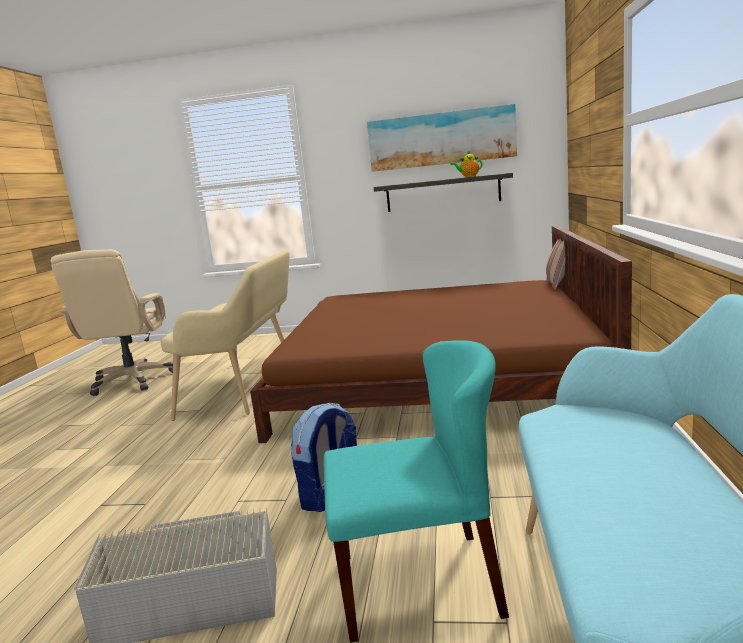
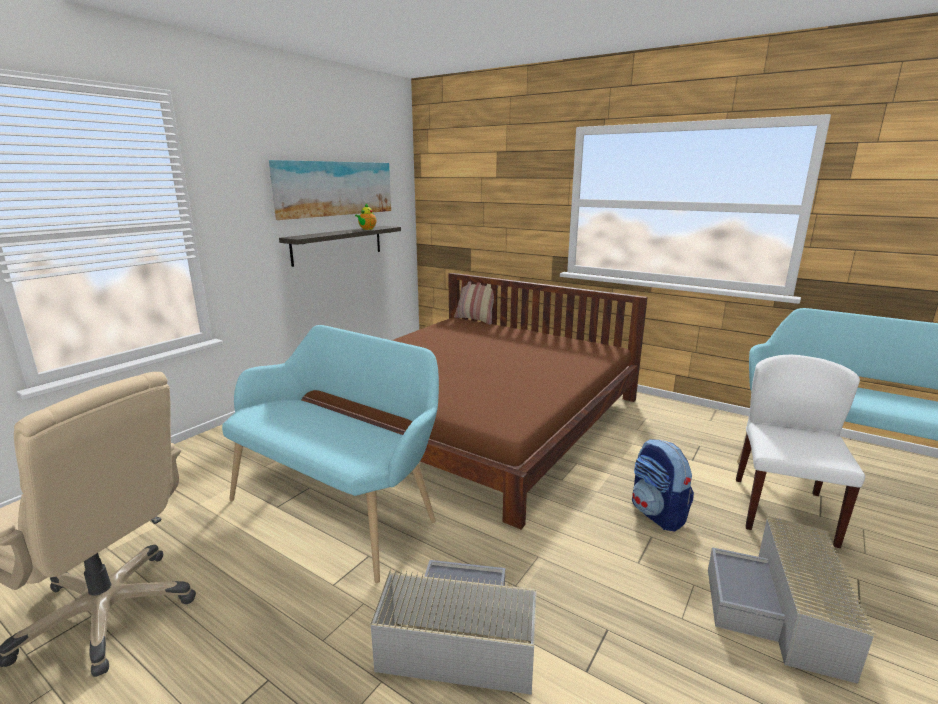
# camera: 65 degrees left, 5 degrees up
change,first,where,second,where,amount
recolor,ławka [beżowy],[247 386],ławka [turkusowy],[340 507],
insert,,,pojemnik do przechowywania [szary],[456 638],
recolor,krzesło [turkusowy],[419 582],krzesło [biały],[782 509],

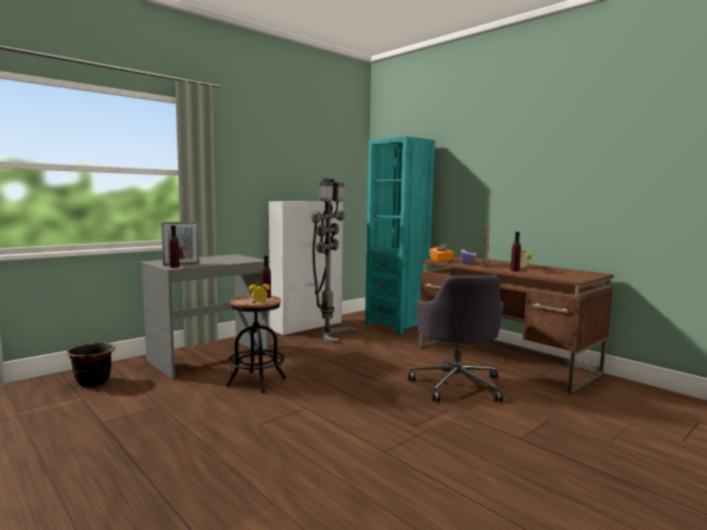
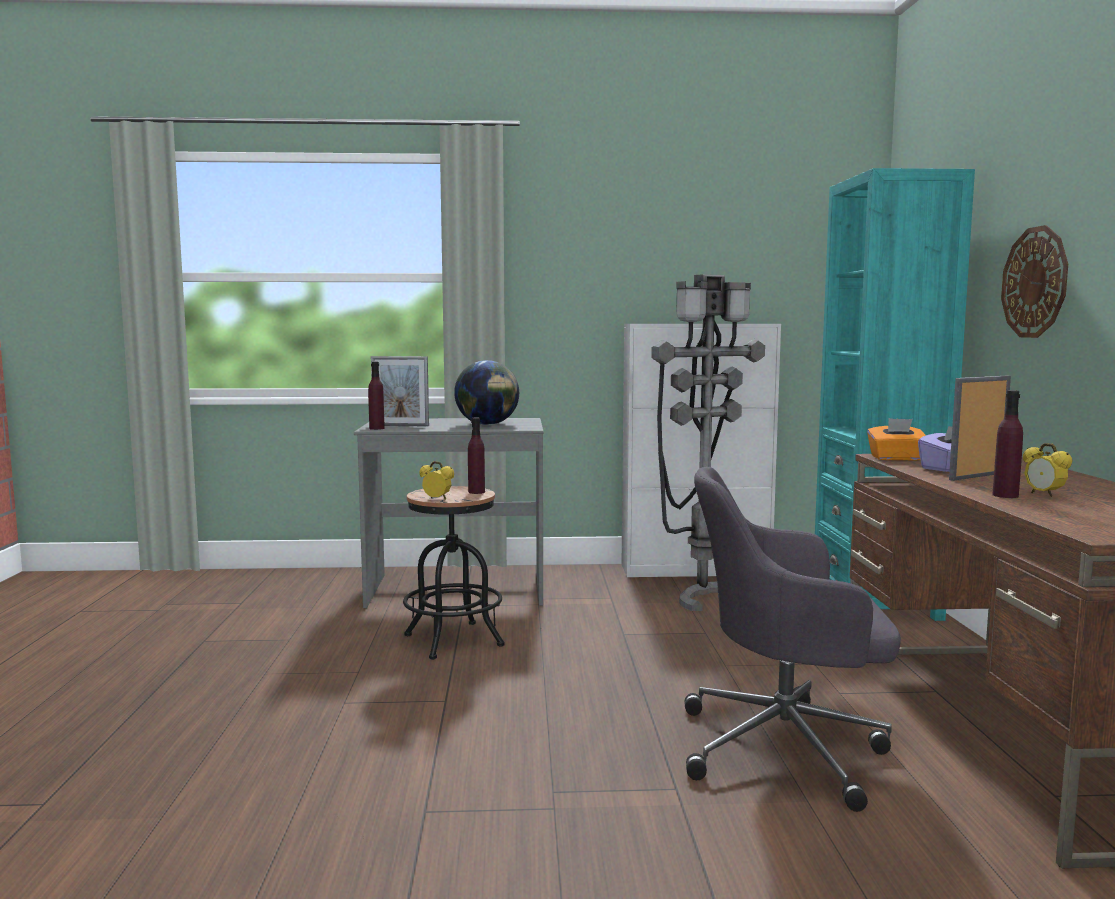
# camera: 40 degrees right, 0 degrees up
change,first,where,second,where,amount
insert,,,globus,[487 424],
rotate,krzesło biurowe [szary],[456 384],,[786 748],60 degrees clockwise
insert,,,zegar ścienny,[1035 282],
delete,donica [czarny],[93 382],,,

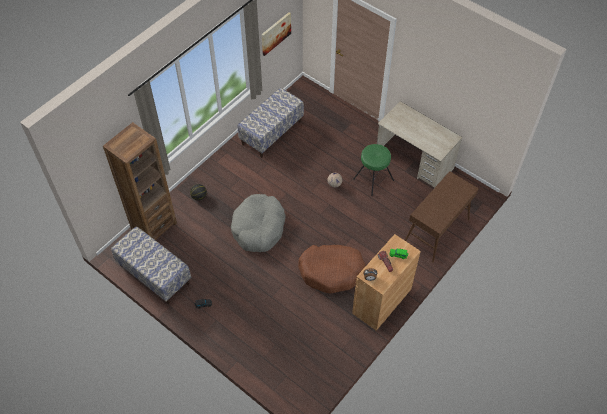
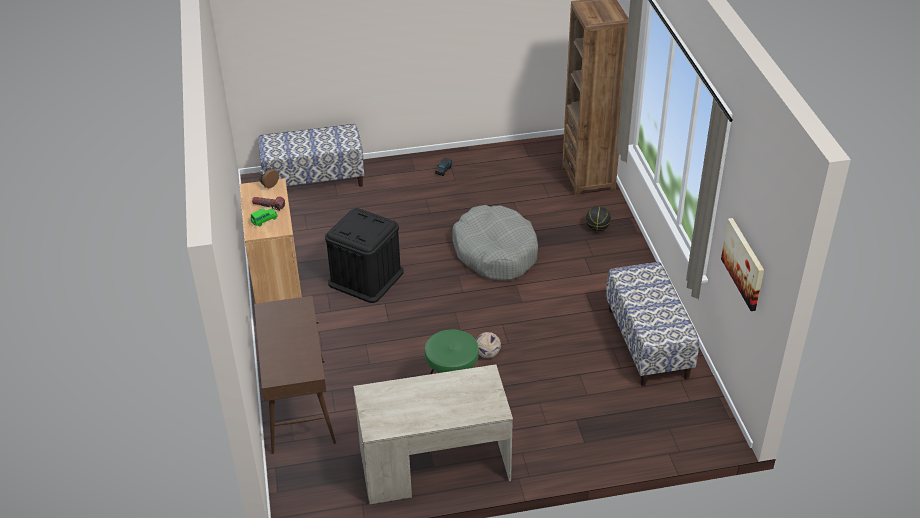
# camera: 130 degrees right, 15 degrees down
change,first,where,second,where,amount
move,ławka,[154 274],,[314 180],
replace,legowisko [brązowy],[331 271],pojemnik do przechowywania [czarny],[366 277],

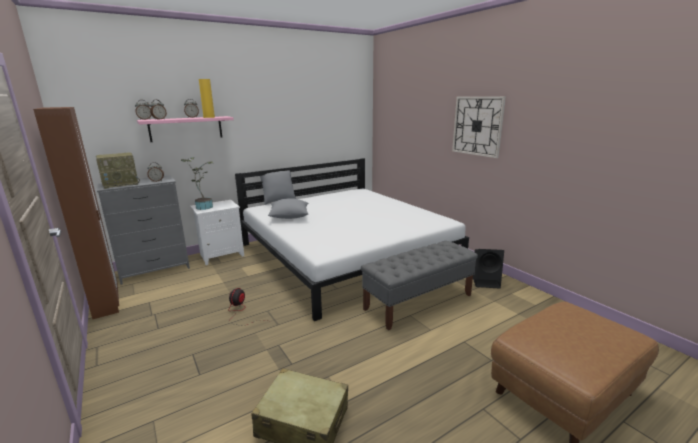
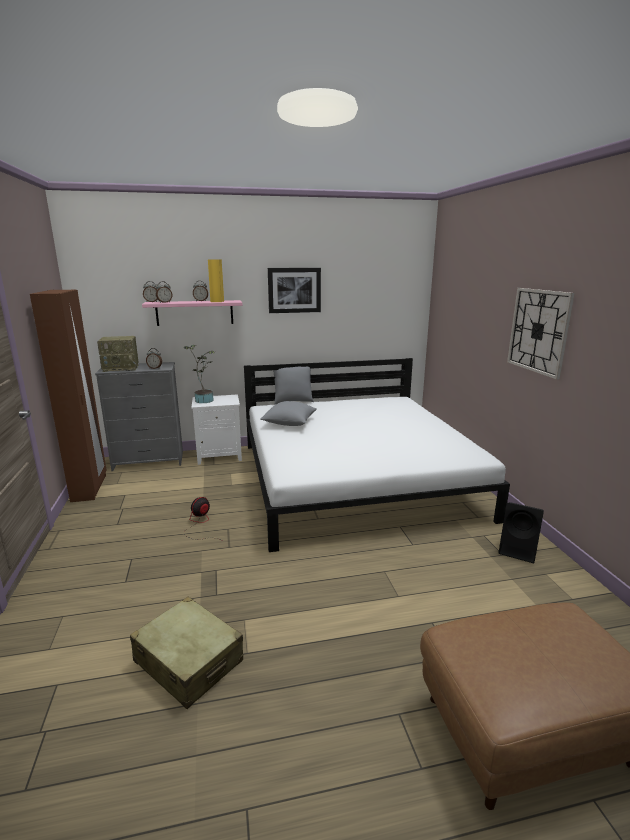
# camera: 20 degrees right, 0 degrees up
change,first,where,second,where,amount
insert,,,obraz,[294 290],
delete,ławka [szary],[418 302],,,

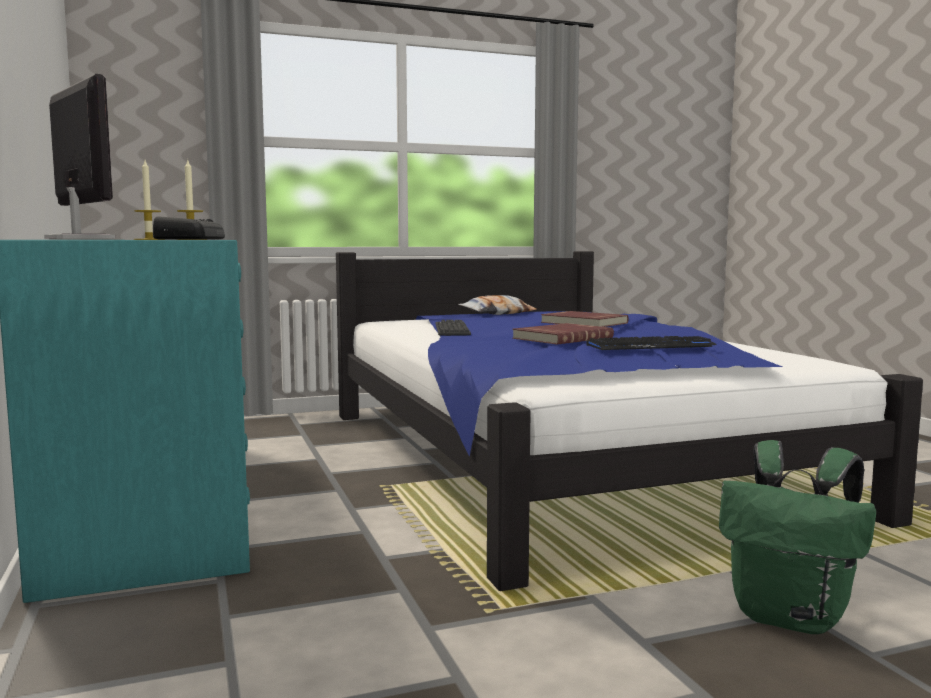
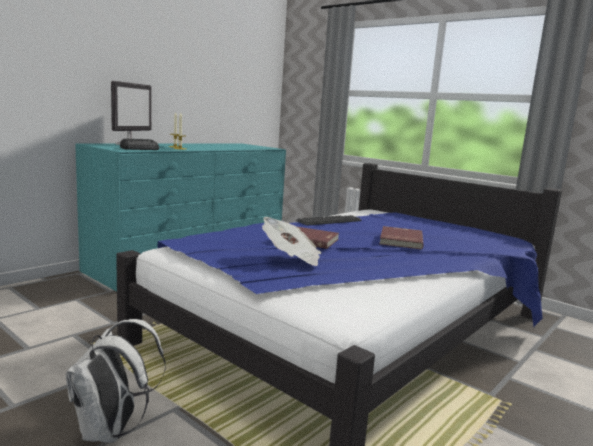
# camera: 60 degrees right, 5 degrees up
change,first,where,second,where,amount
recolor,plecak [zielony],[791 617],plecak [biały],[112 431],
replace,klawiatura,[650 346],gazeta,[291 258],
delete,poduszka,[497 313],,,

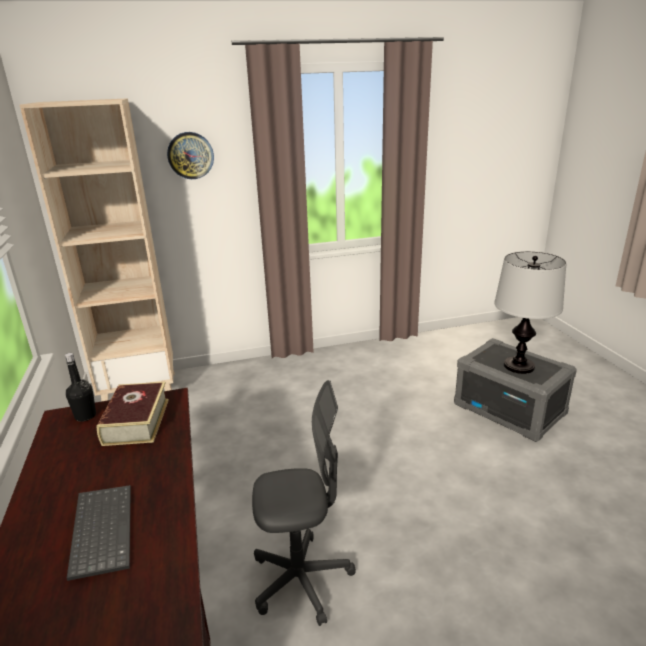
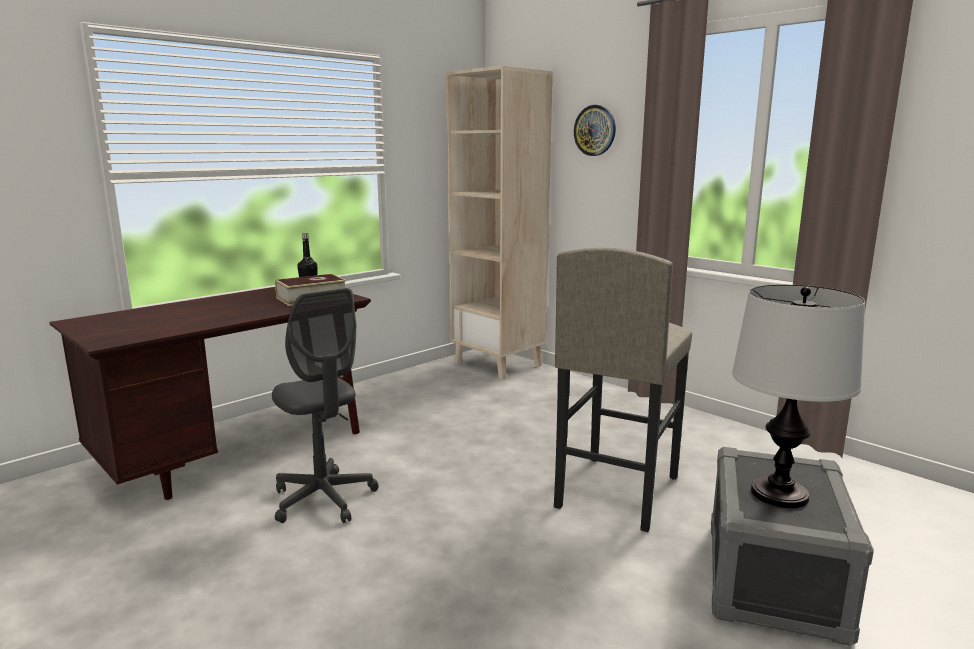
# camera: 60 degrees right, 10 degrees down
change,first,where,second,where,amount
insert,,,stołek [szary],[616 491],
delete,klawiatura,[100 530],,,

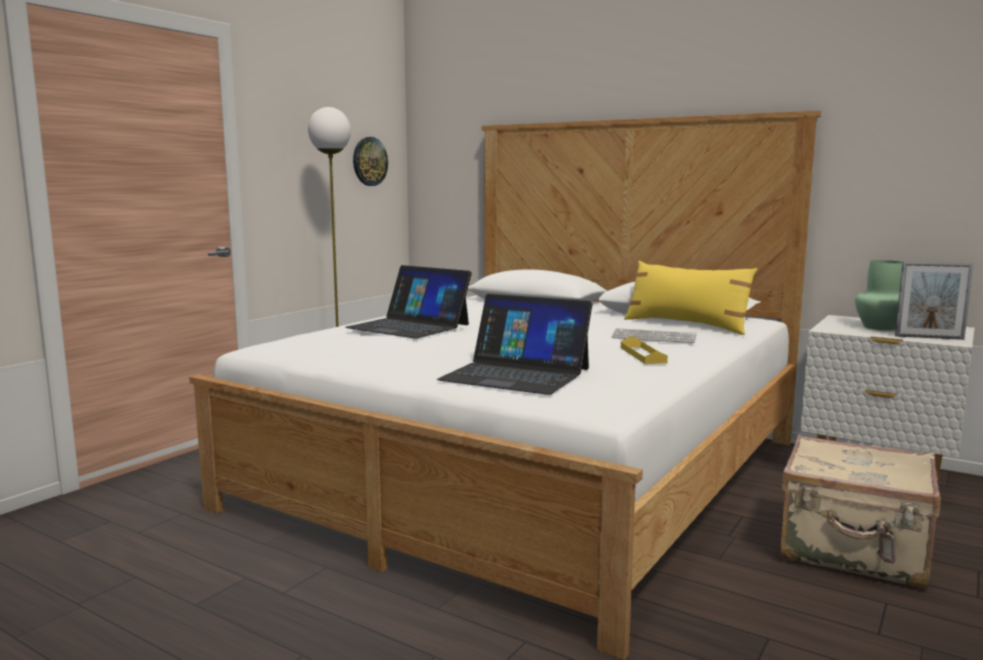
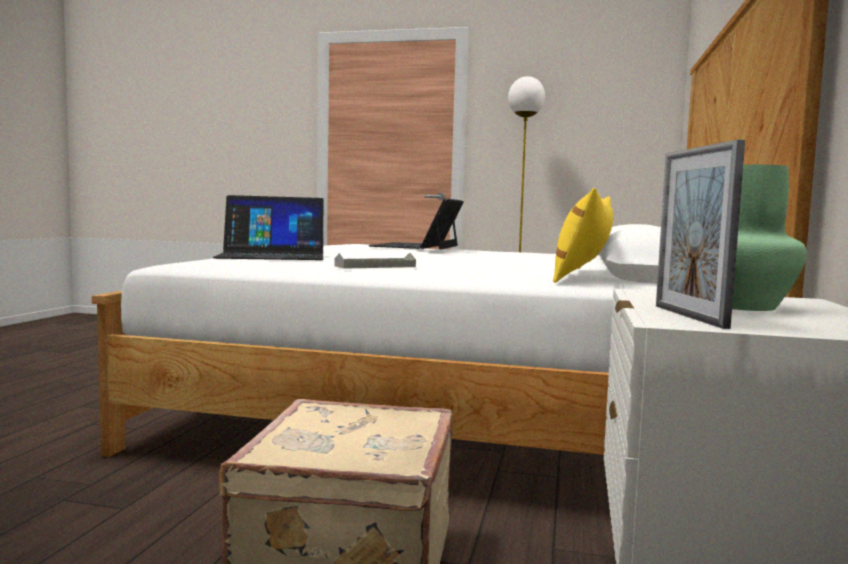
# camera: 70 degrees right, 5 degrees down
change,first,where,second,where,amount
rotate,laptop,[516 374],,[272 256],105 degrees counterclockwise
recolor,taca [żółty],[642 355],taca [szary],[375 266],
delete,zegar ścienny,[369 161],,,
delete,klawiatura,[654 337],,,

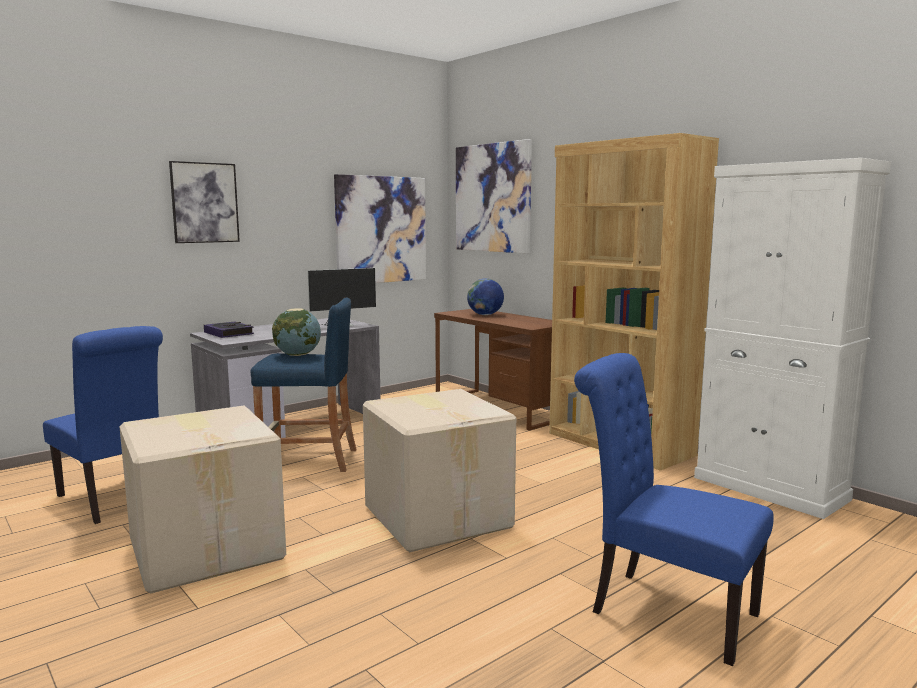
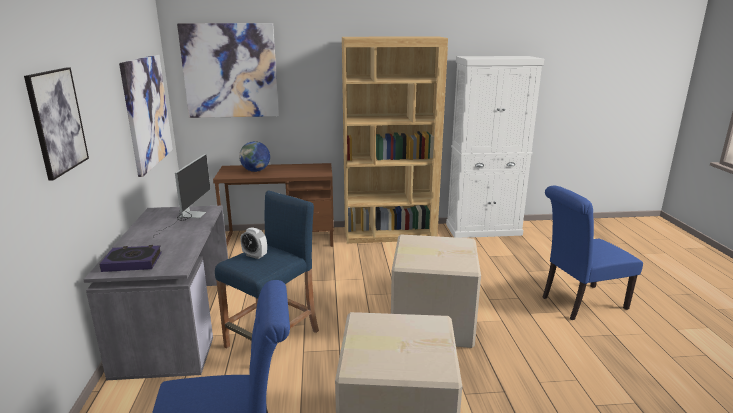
# camera: 55 degrees left, 10 degrees up
change,first,where,second,where,amount
replace,globus,[297 355],budzik,[255 255],

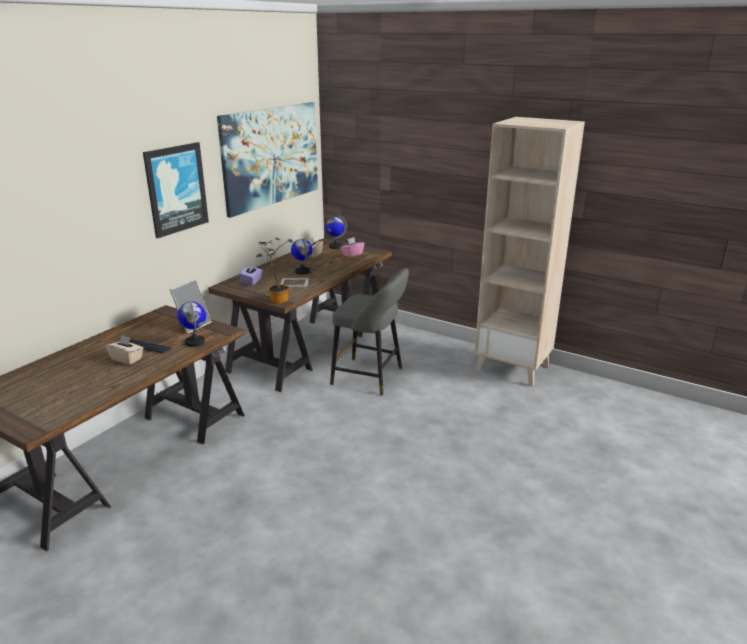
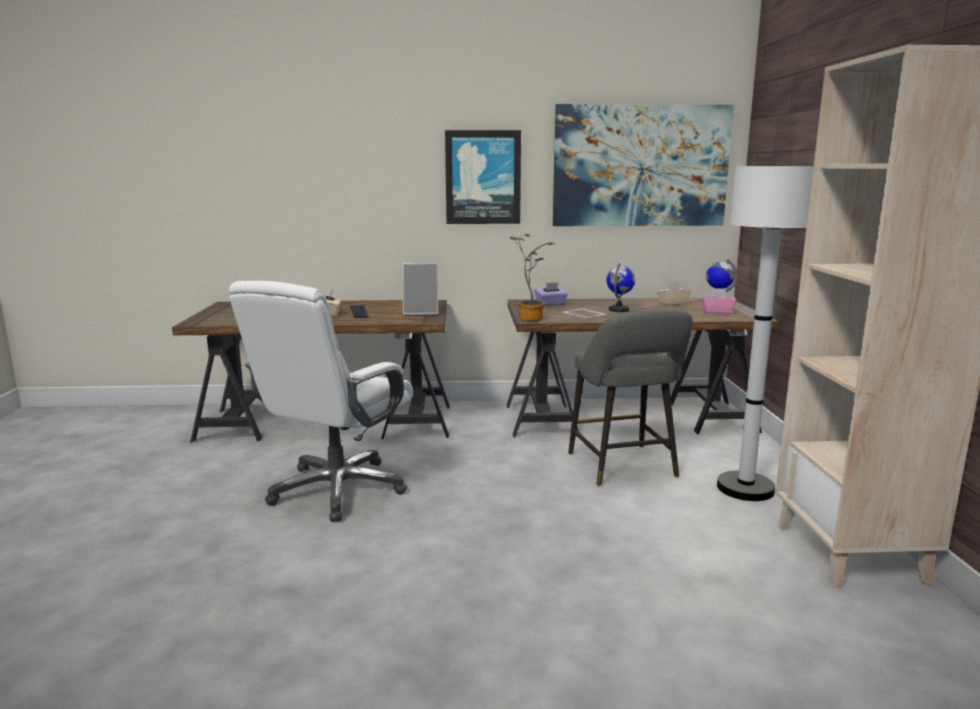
# camera: 55 degrees right, 10 degrees down
change,first,where,second,where,amount
insert,,,krzesło biurowe [biały],[337 490],
insert,,,lampa stojąca [biały],[745 488],
delete,globus,[195 342],,,

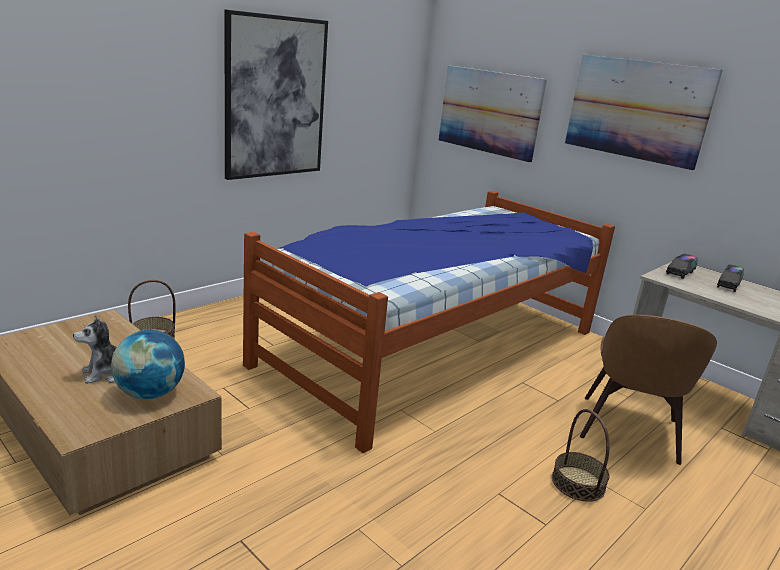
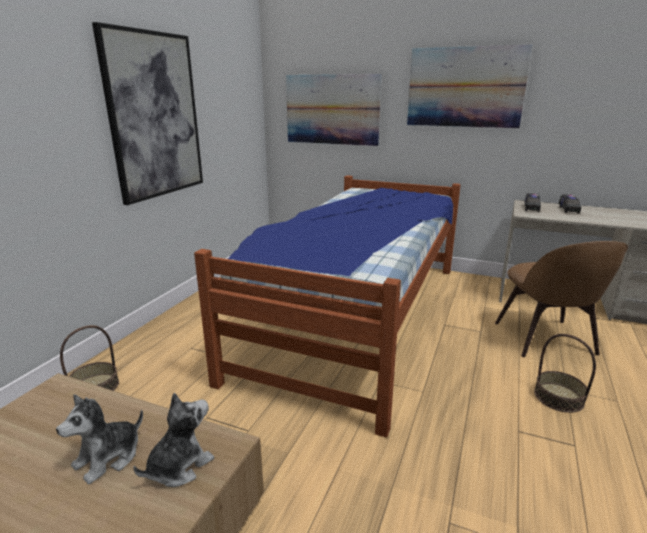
# camera: 20 degrees left, 0 degrees up
change,first,where,second,where,amount
replace,globus,[150 393],pluszak,[179 466],

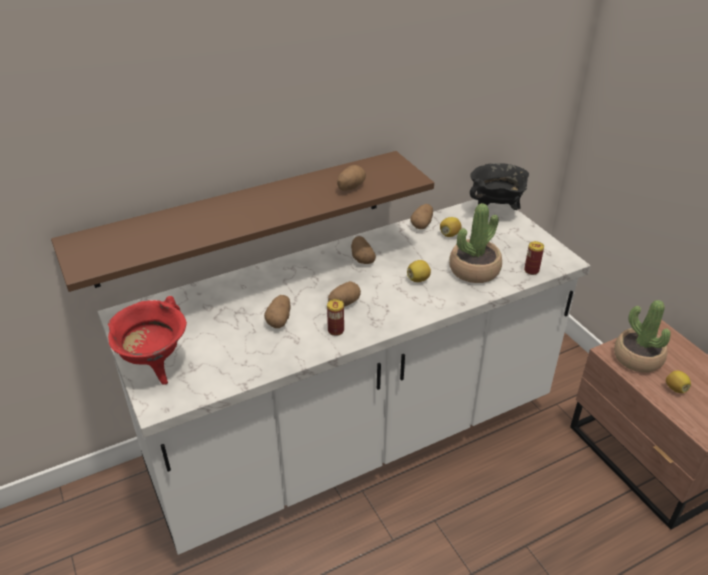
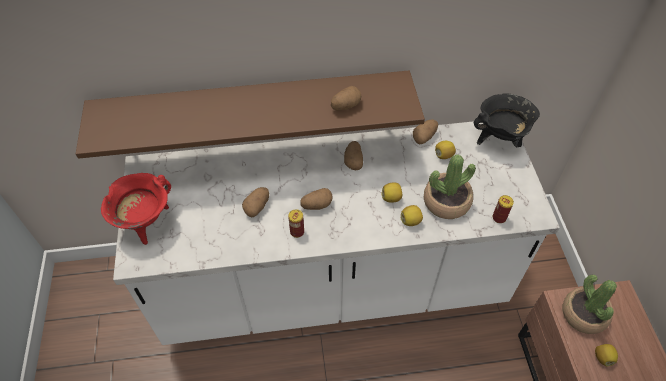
# camera: 20 degrees right, 15 degrees up
change,first,where,second,where,amount
insert,,,cytryna,[411 221],

